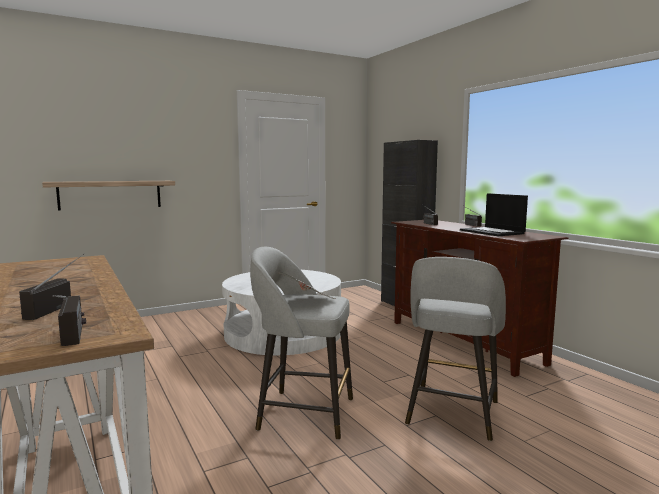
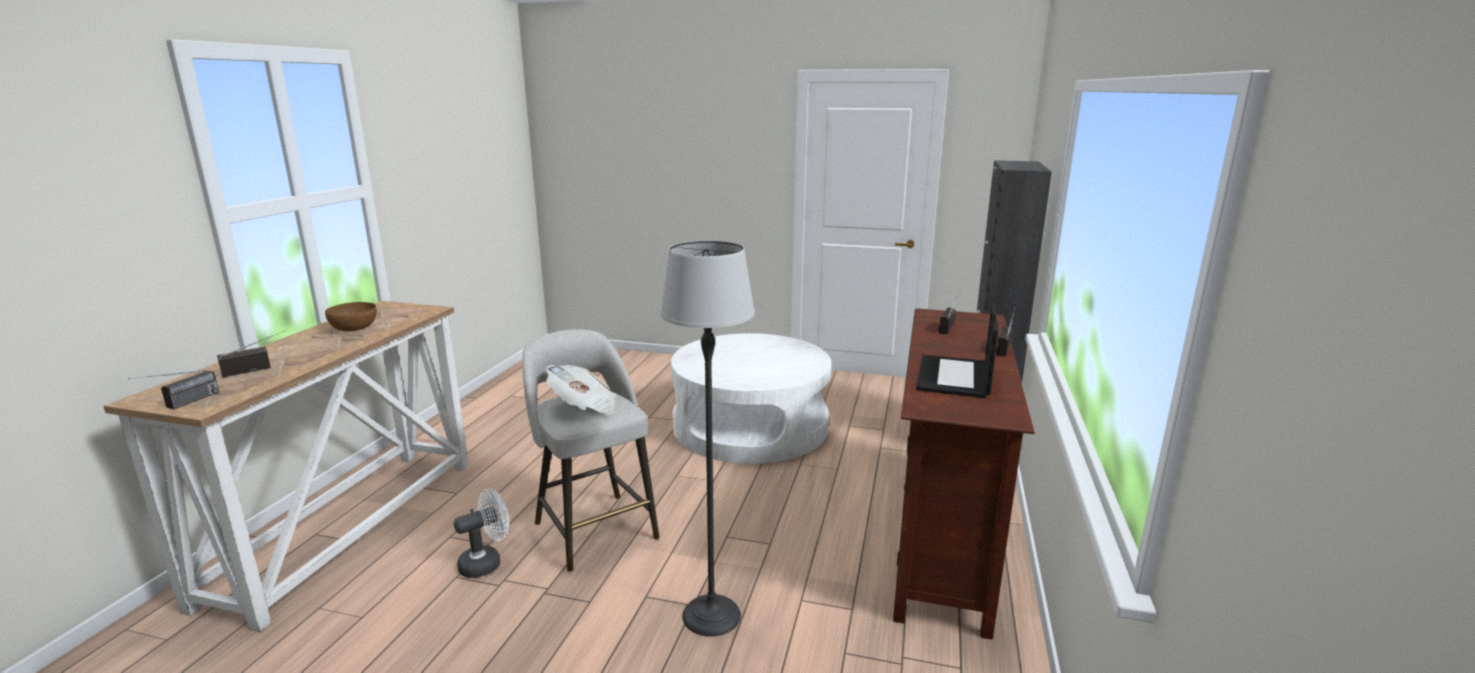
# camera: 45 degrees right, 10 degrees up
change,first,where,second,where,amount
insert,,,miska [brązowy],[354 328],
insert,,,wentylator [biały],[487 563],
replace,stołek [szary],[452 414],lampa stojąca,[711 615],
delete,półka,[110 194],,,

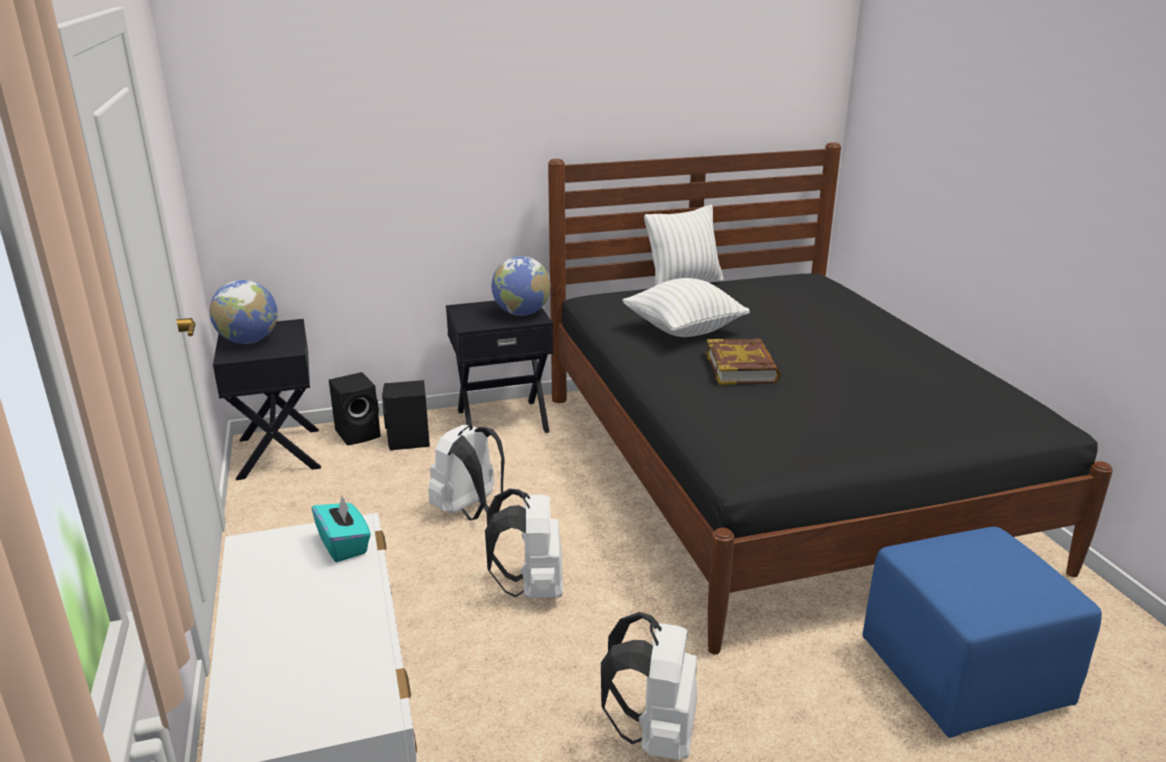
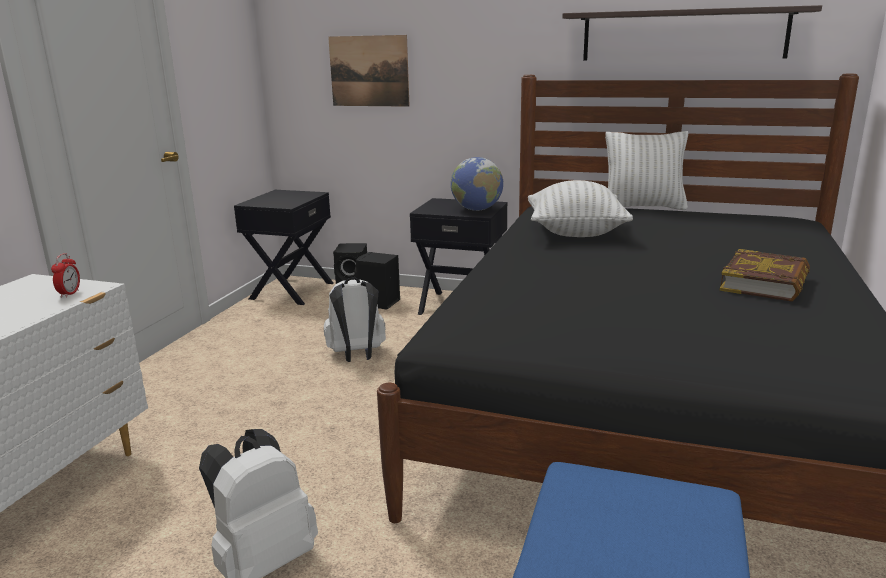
# camera: 35 degrees right, 5 degrees down
change,first,where,second,where,amount
replace,pudełko chusteczek [turkusowy],[344 545],budzik,[69 294],
insert,,,obraz,[369 71],
insert,,,półka,[683 35],
move,książka,[741 368],,[765 283],
delete,globus,[248 341],,,
delete,plecak [biały],[531 588],,,

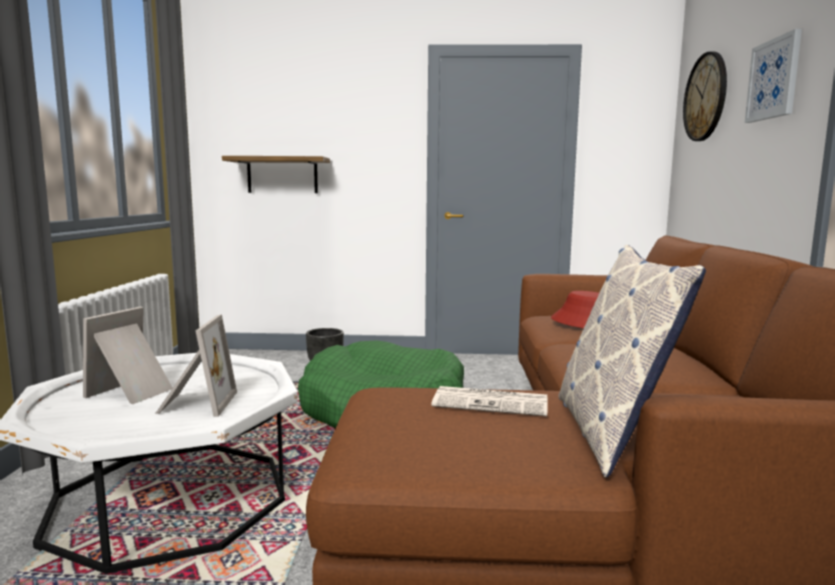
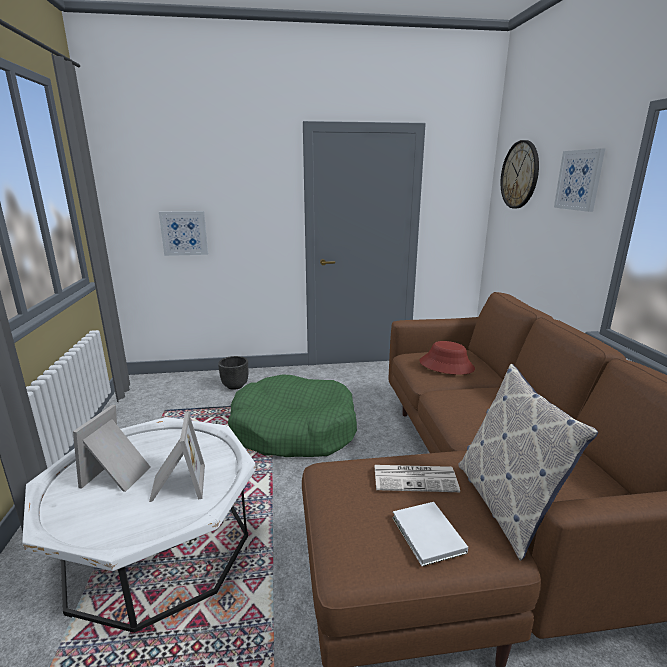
# camera: 10 degrees left, 10 degrees up
change,first,where,second,where,amount
replace,półka,[282 175],obraz,[184 233],
insert,,,książka [biały],[428 536],

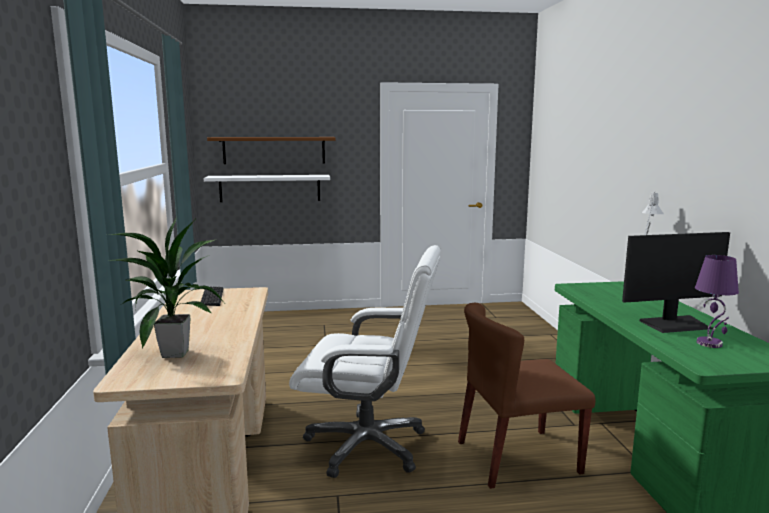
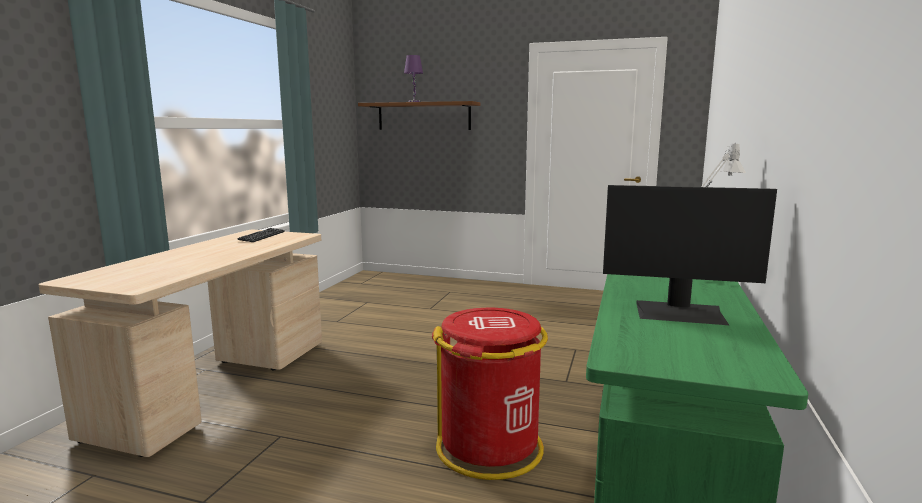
# camera: 25 degrees right, 0 degrees up
change,first,where,second,where,amount
move,lampa stołowa [fioletowy],[710 343],,[414 102],
replace,krzesło [brązowy],[517 457],kosz na śmieci [czerwony],[490 448],
delete,roślina doniczkowa,[174 353],,,
delete,półka [biały],[270 188],,,
delete,krzesło biurowe [biały],[368 445],,,

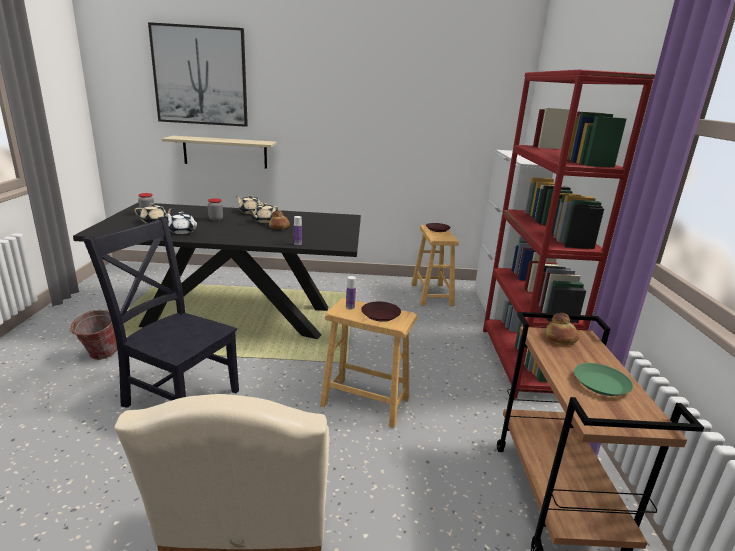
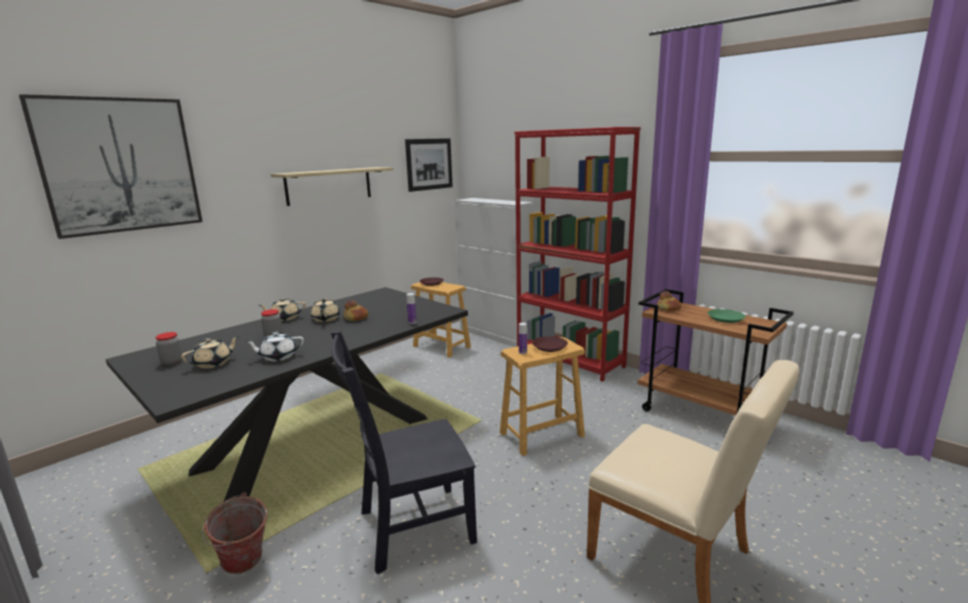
# camera: 45 degrees left, 5 degrees down
change,first,where,second,where,amount
move,półka,[225 152],,[329 185],
insert,,,obraz,[429 164],

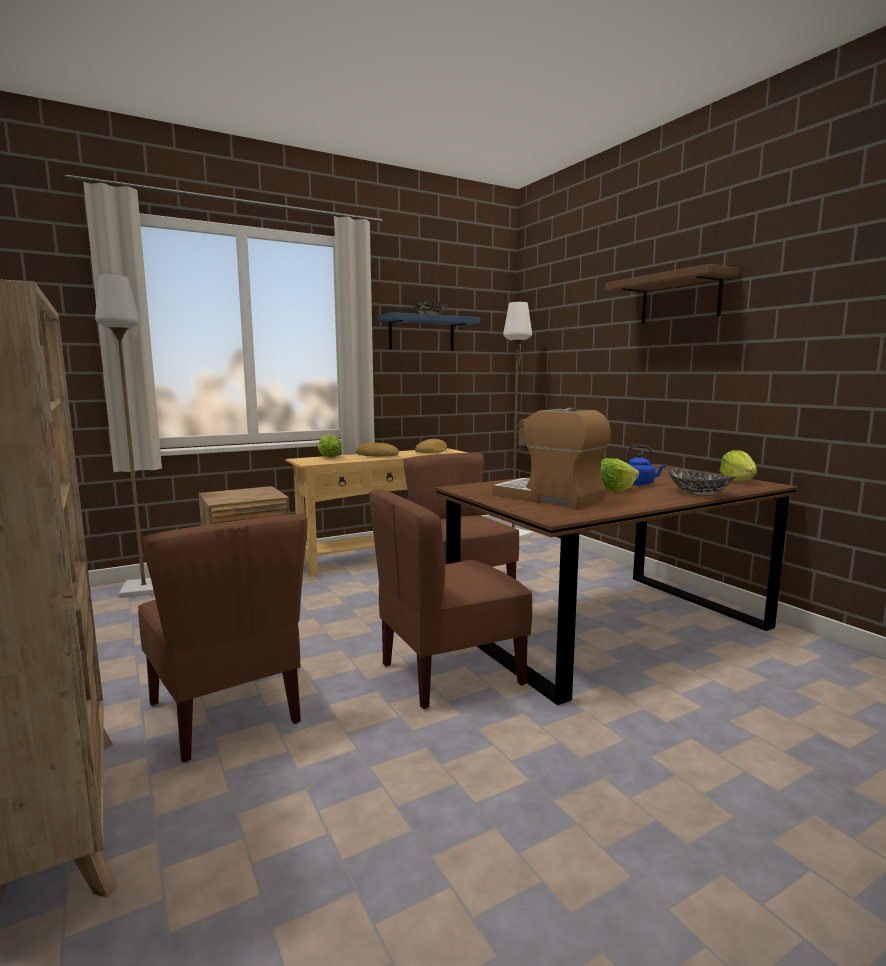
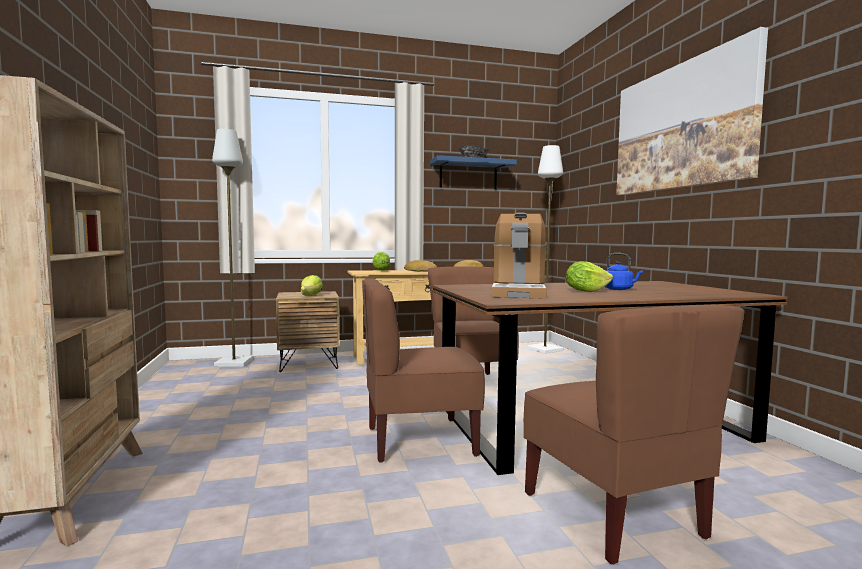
# camera: 15 degrees right, 5 degrees down
change,first,where,second,where,amount
move,sałata,[737 481],,[311 296],
rotate,ekspres do kawy,[550 497],,[518 292],135 degrees counterclockwise
move,krzesło [brązowy],[227 712],,[614 514],
replace,półka [brązowy],[680 298],obraz,[681 127],
delete,miska,[699 493],,,

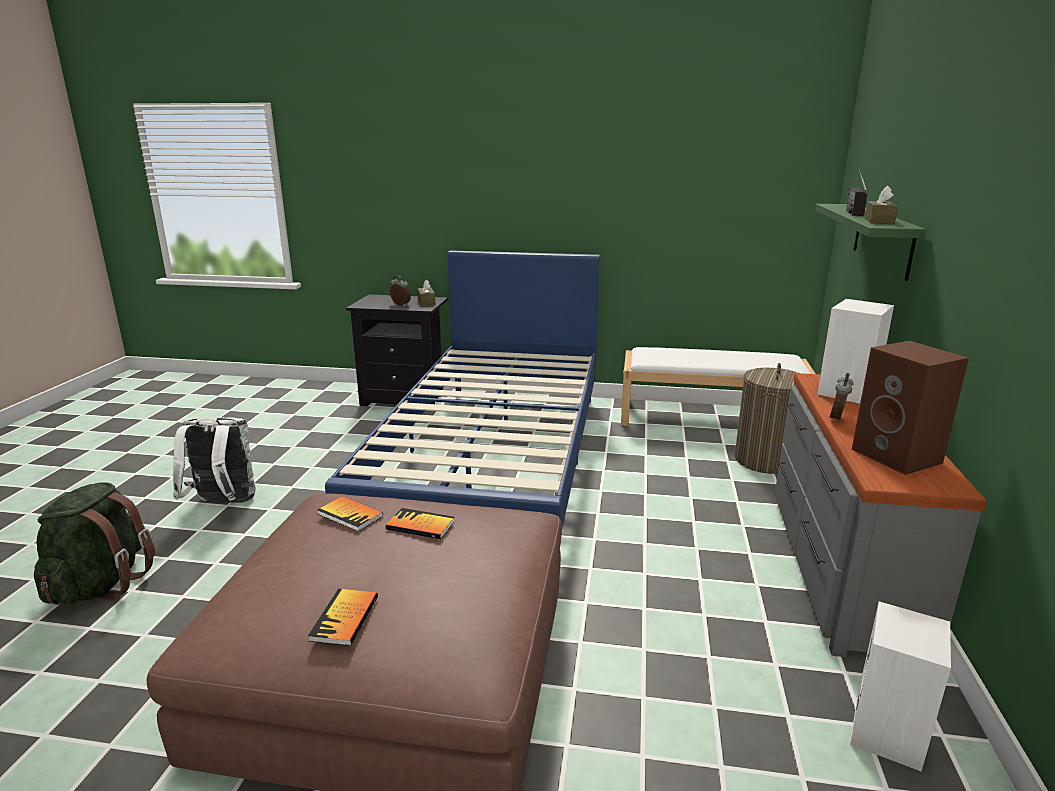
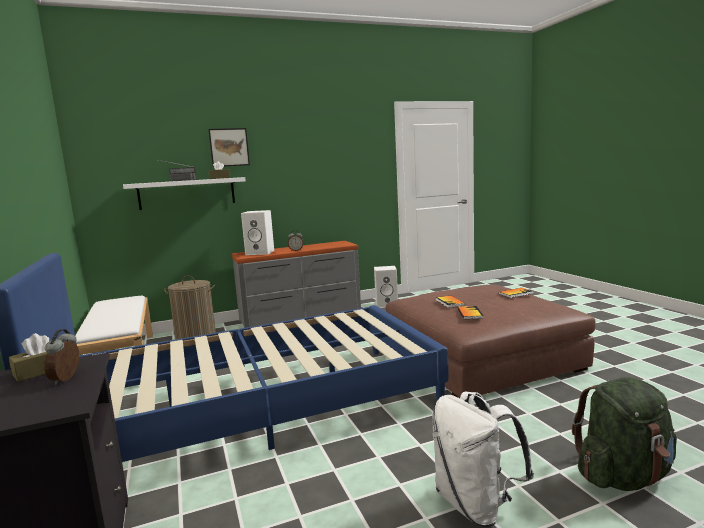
# camera: 120 degrees left, 10 degrees down
change,first,where,second,where,amount
recolor,półka [zielony],[882 239],półka [biały],[187 193],
insert,,,obraz,[229 147],
delete,głośnik [brązowy],[899 456],,,

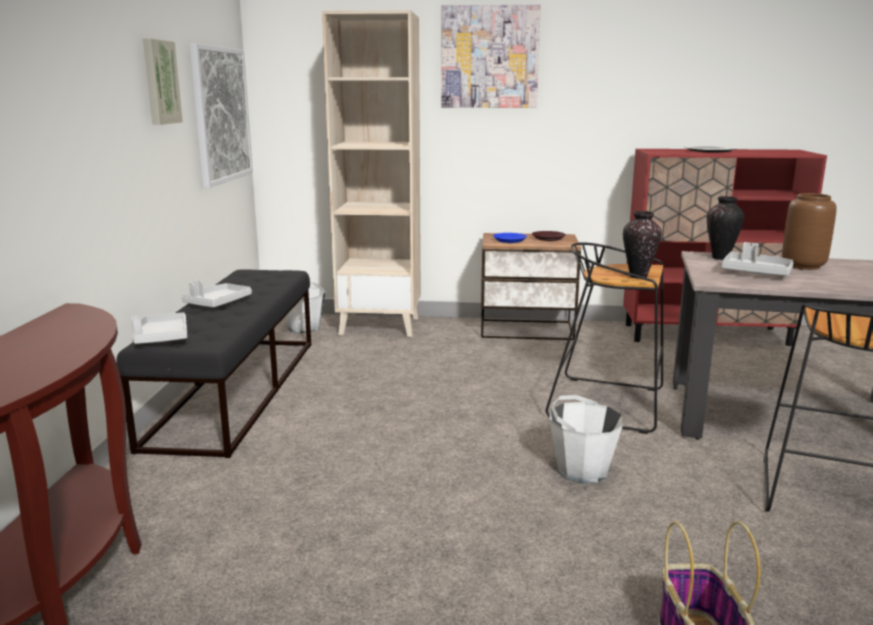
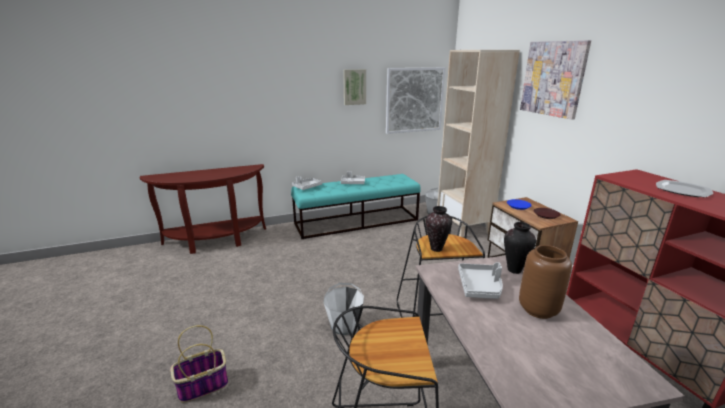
# camera: 65 degrees right, 5 degrees up
change,first,where,second,where,amount
recolor,ławka [czarny],[237 389],ławka [turkusowy],[357 221],

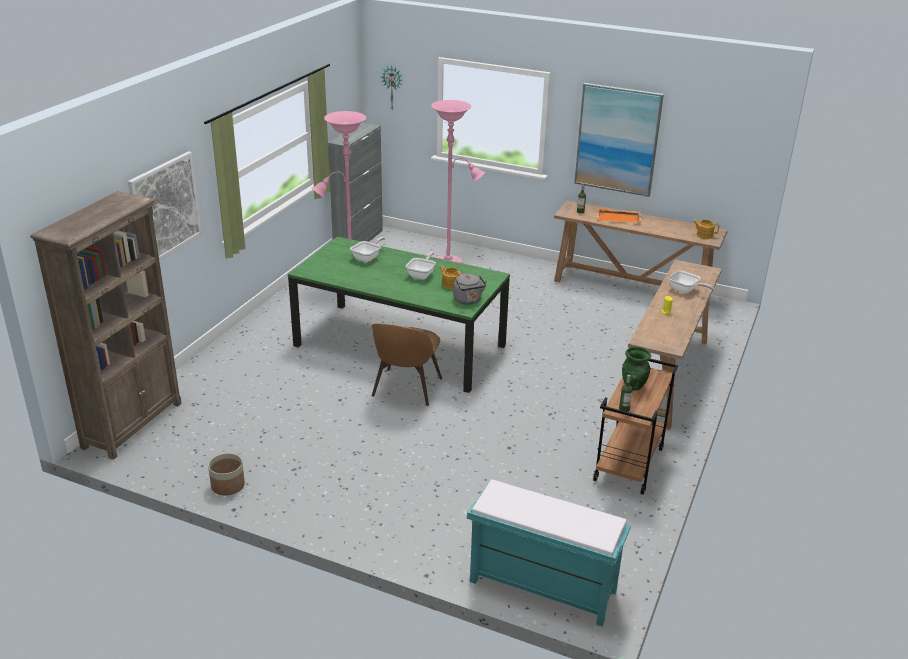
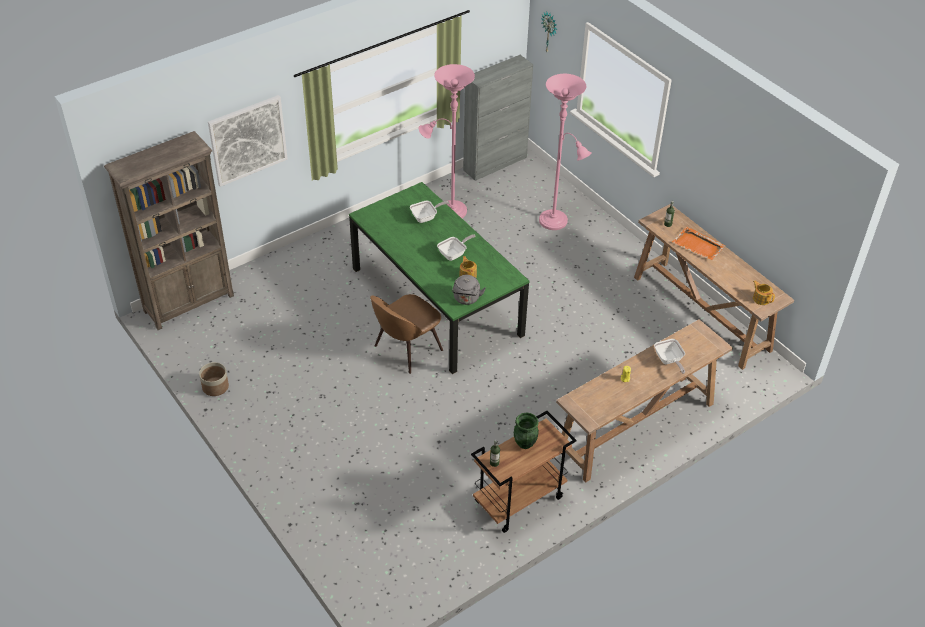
# camera: 30 degrees right, 15 degrees up
change,first,where,second,where,amount
delete,ławka [turkusowy],[541 586],,,
delete,obraz,[617 139],,,

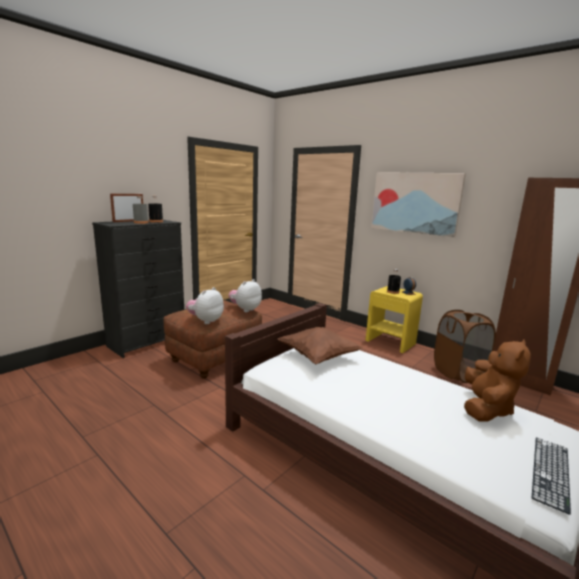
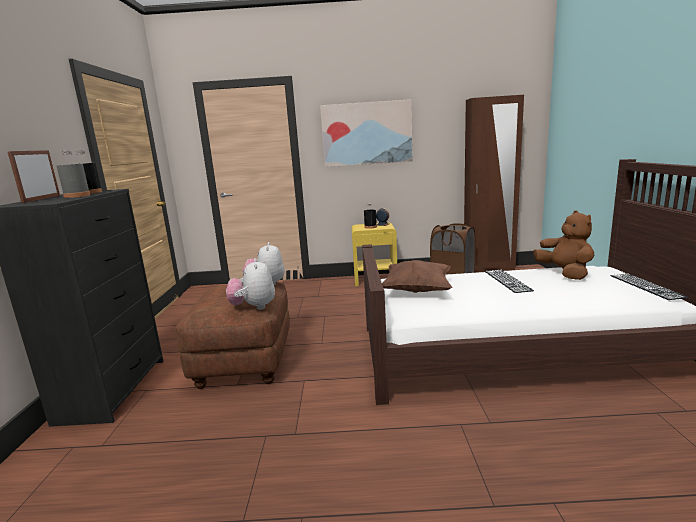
# camera: 40 degrees left, 0 degrees up
change,first,where,second,where,amount
insert,,,klawiatura,[507 280],

